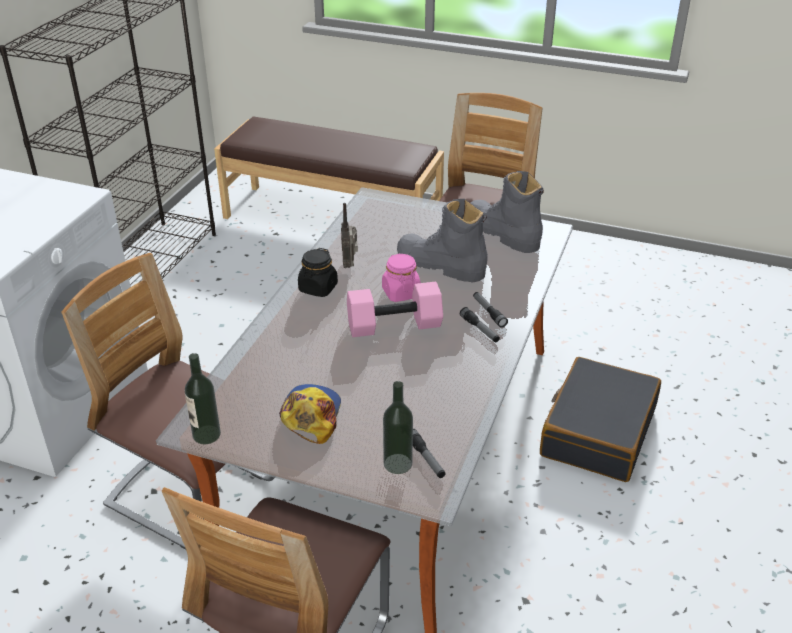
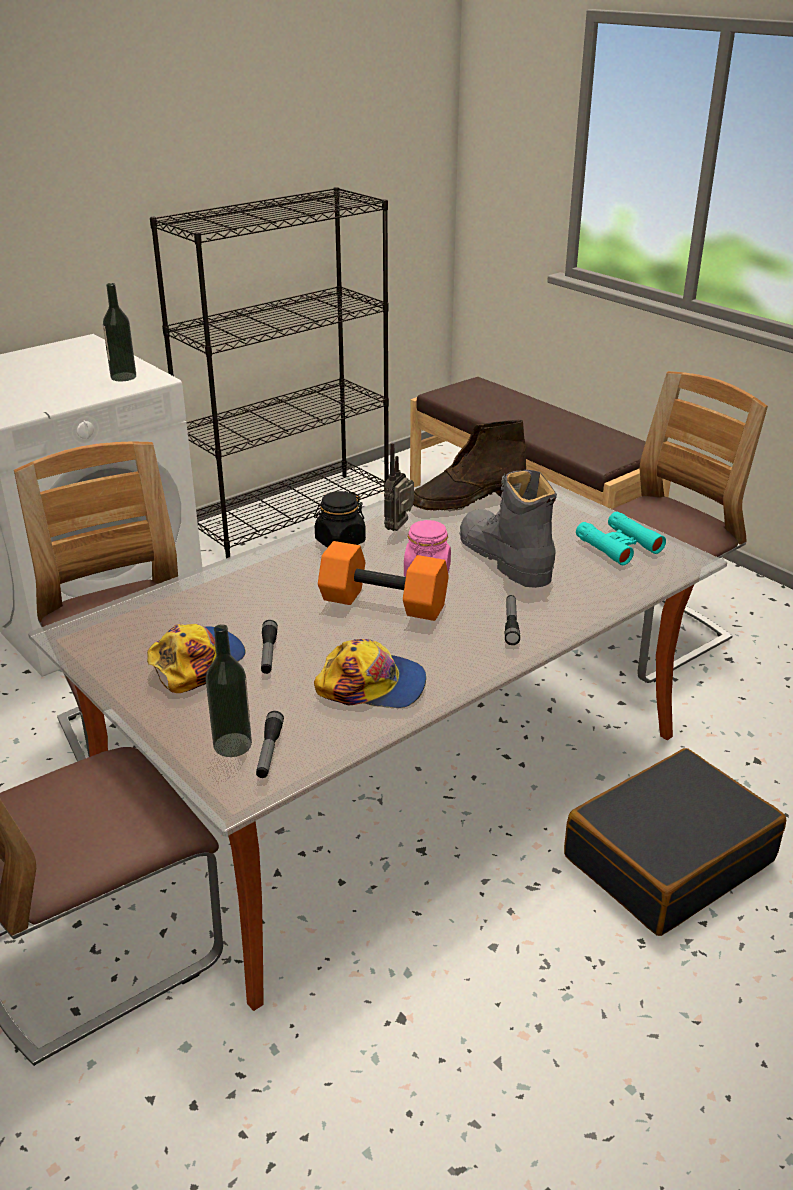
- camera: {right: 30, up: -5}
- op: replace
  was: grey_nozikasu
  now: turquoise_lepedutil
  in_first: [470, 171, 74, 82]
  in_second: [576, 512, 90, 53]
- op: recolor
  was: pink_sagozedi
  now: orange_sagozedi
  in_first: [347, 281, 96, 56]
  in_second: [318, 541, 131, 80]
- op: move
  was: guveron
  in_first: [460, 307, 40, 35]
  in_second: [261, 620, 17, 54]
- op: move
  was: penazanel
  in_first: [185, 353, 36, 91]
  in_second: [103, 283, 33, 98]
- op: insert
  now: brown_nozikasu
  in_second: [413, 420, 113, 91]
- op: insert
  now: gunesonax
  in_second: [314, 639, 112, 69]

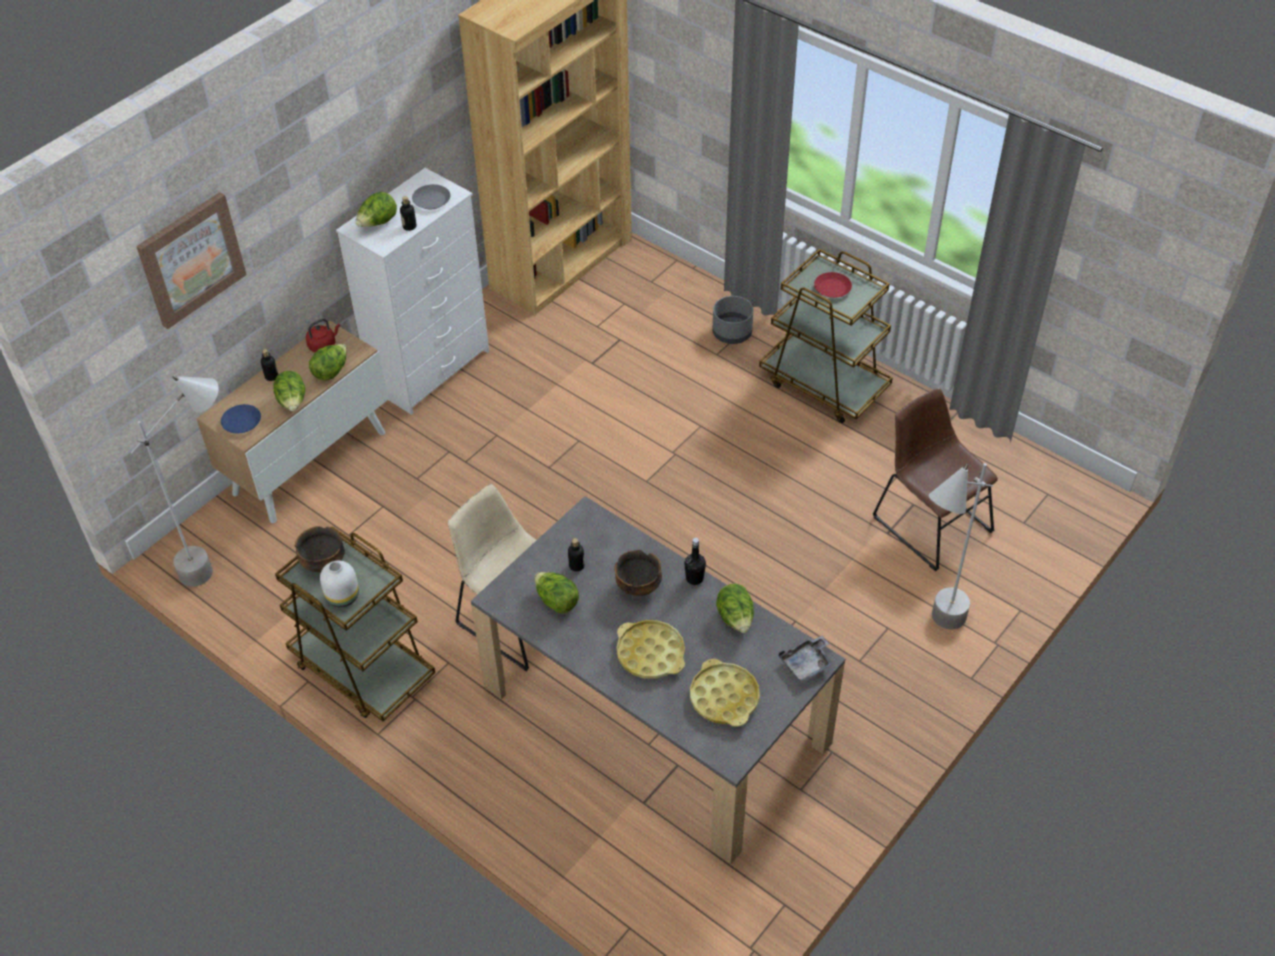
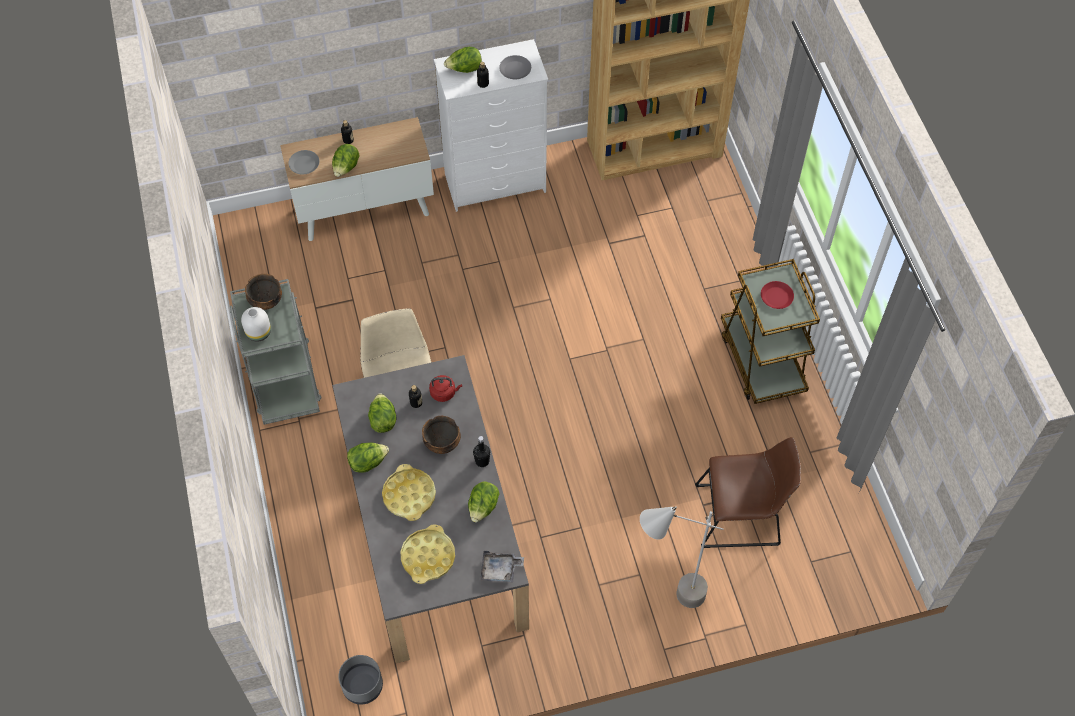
- camera: {right: 35, up: 10}
- op: delete
  was: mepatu
  in_first: [136, 192, 111, 137]
- op: move
  was: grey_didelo
  in_first: [712, 296, 41, 48]
  in_second: [338, 655, 45, 50]
- op: move
  was: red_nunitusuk
  in_first: [306, 319, 34, 33]
  in_second: [429, 375, 33, 27]
- op: move
  was: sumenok
  in_first: [309, 344, 38, 36]
  in_second: [347, 443, 42, 30]
- op: delete
  was: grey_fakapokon
  in_first: [131, 376, 88, 211]
- op: rotate
  was: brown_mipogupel
  in_first: [873, 388, 125, 183]
  in_second: [695, 437, 106, 111]
  clockwise: 90
- op: recolor
  was: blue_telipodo
  now: grey_telipodo
  in_first: [221, 404, 40, 29]
  in_second: [288, 150, 31, 24]
- op: recolor
  was: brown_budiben
  now: grey_budiben
  in_first: [275, 526, 160, 195]
  in_second: [230, 279, 91, 146]

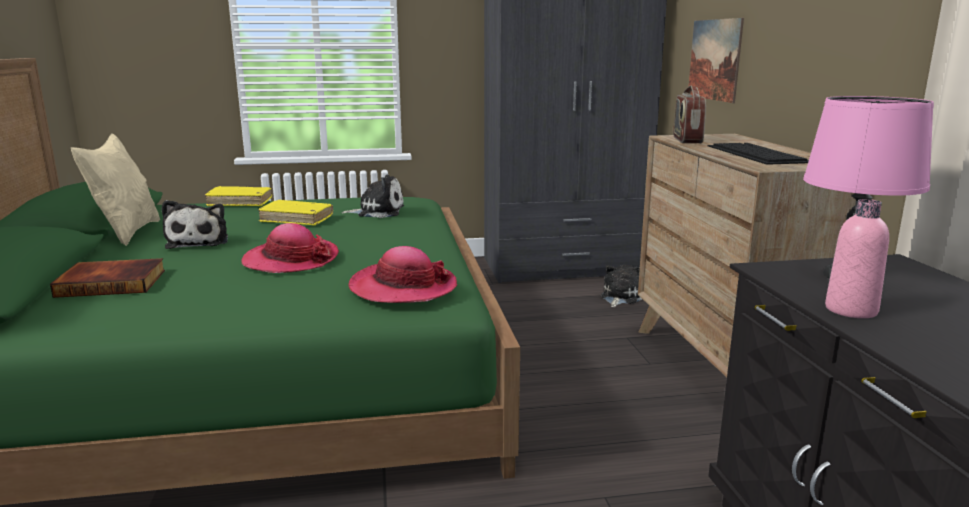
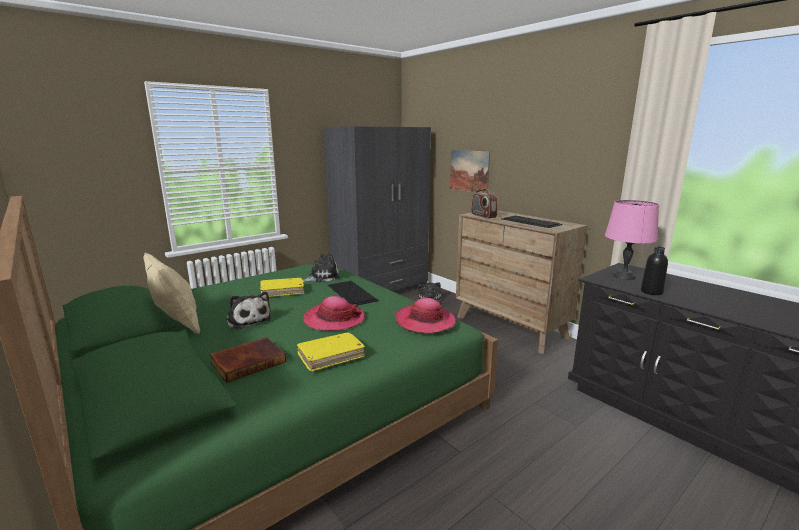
- camera: {right: -30, up: 0}
- op: move
  was: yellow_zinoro
  in_first: [205, 186, 67, 20]
  in_second: [297, 333, 68, 39]
- op: recolor
  was: pink_penazanel
  now: black_penazanel
  in_first: [825, 199, 64, 119]
  in_second: [641, 247, 27, 48]
- op: insert
  now: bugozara
  in_second: [328, 281, 51, 25]

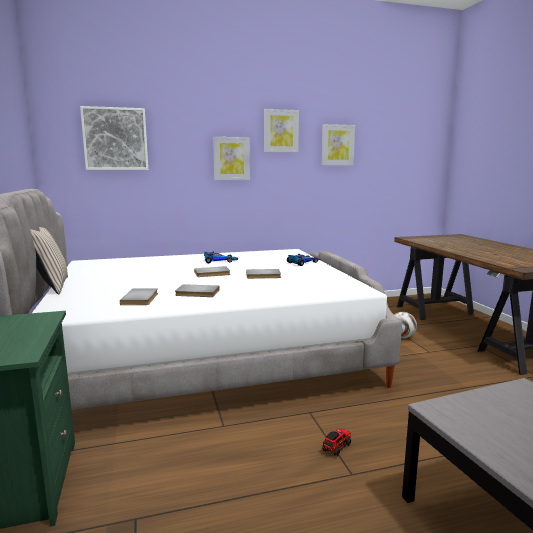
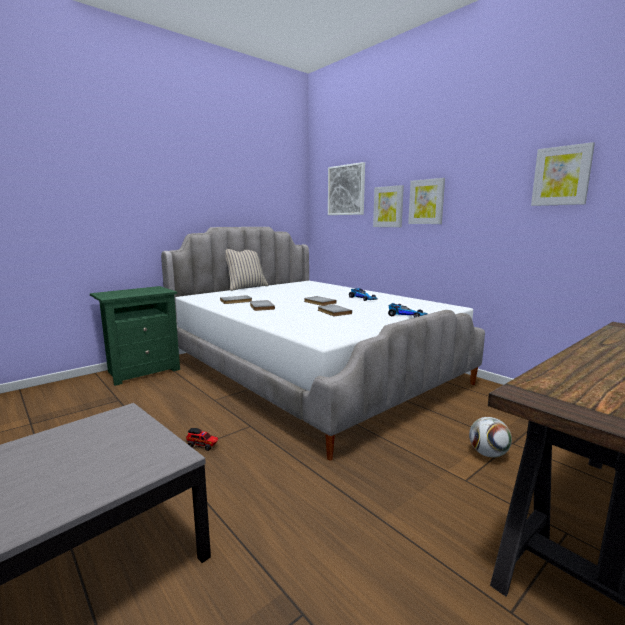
- camera: {right: 65, up: 0}
- op: move
  was: mepatu
  in_first: [264, 109, 35, 44]
  in_second: [373, 185, 31, 42]

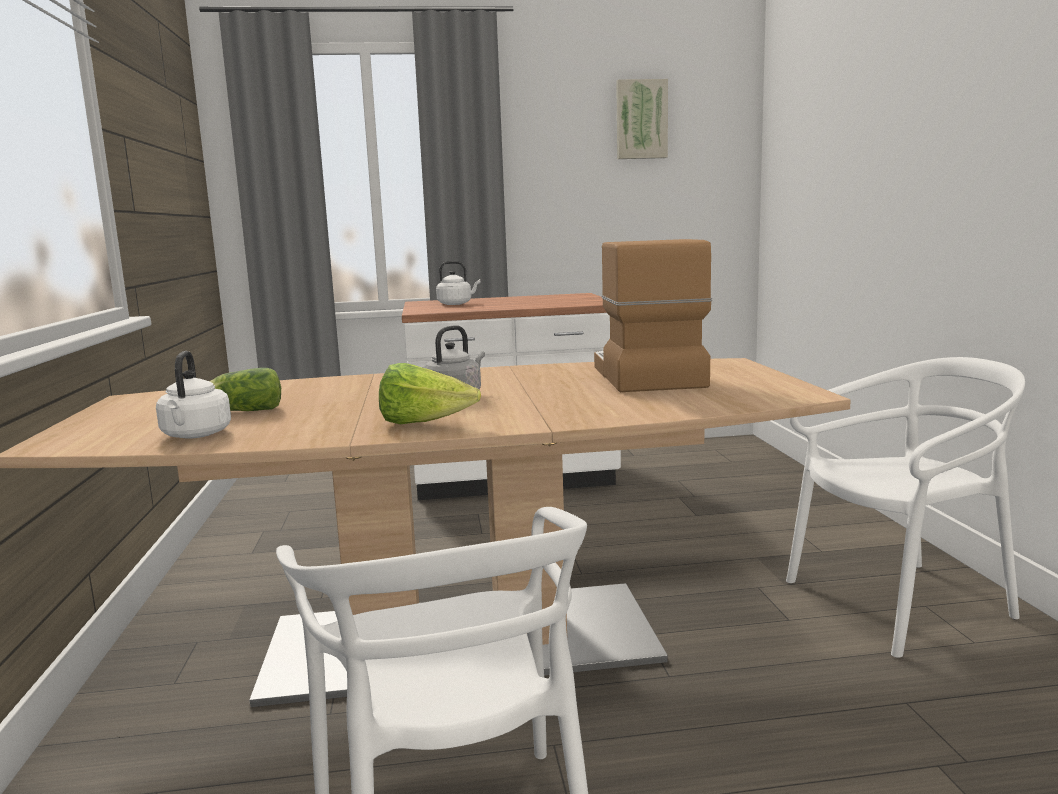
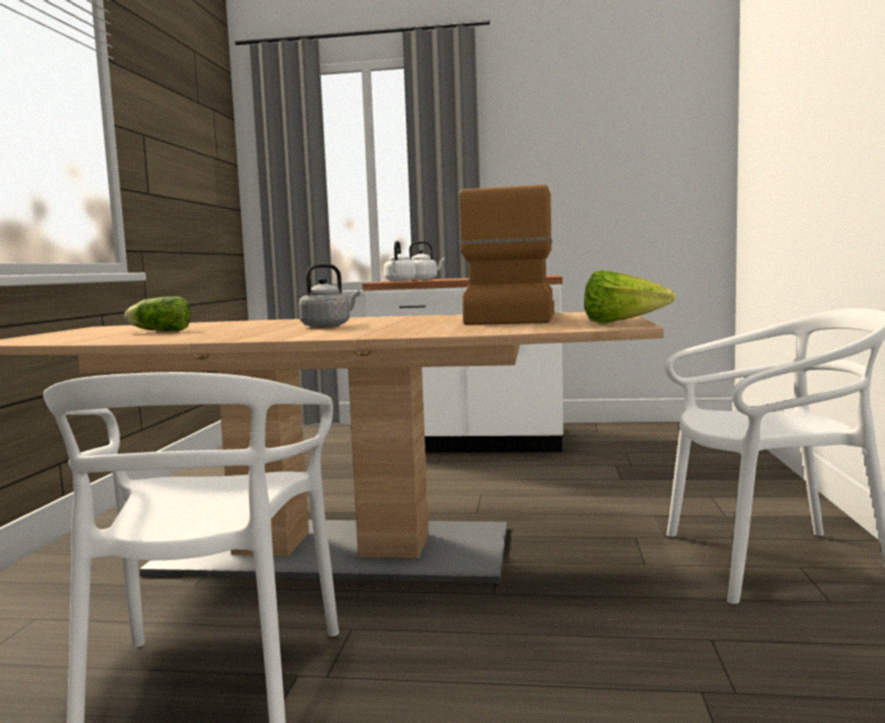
- camera: {right: 15, up: -5}
- op: delete
  was: mepatu
  in_first: [616, 79, 52, 80]
- op: move
  was: white_nunitusuk
  in_first: [156, 351, 75, 88]
  in_second: [384, 241, 32, 40]
- op: move
  was: sumenok
  in_first: [379, 363, 102, 61]
  in_second: [584, 270, 92, 54]

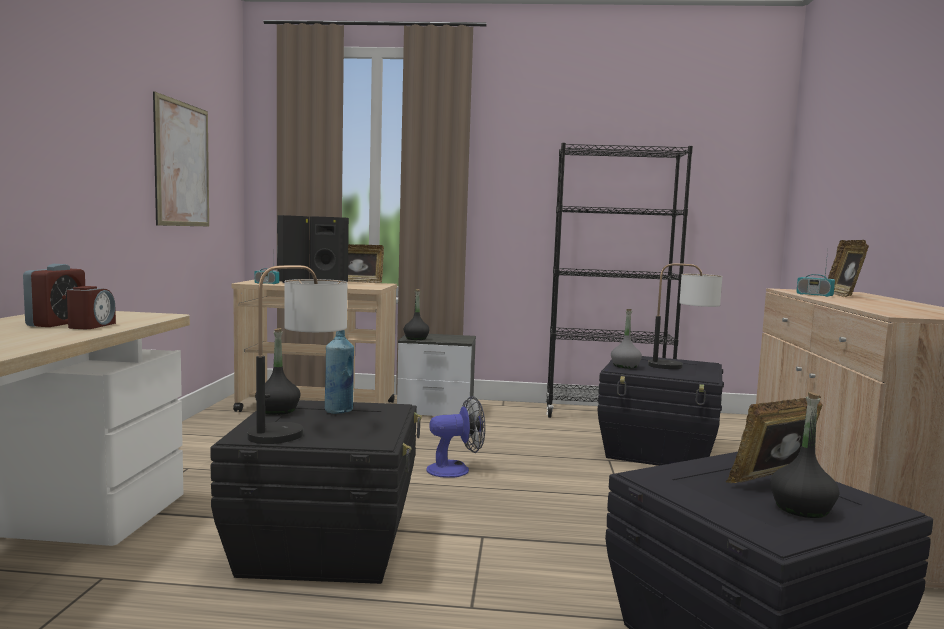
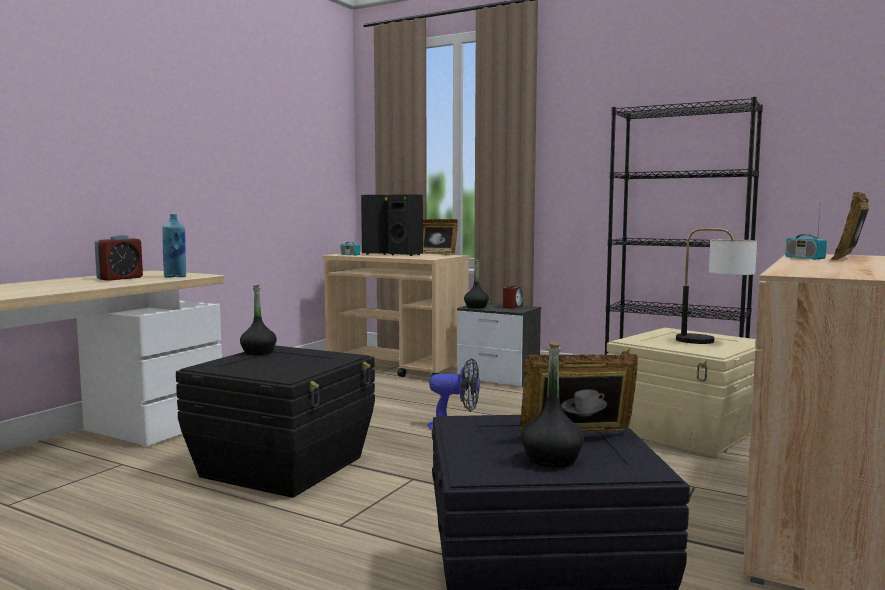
- camera: {right: 25, up: 0}
- op: delete
  was: mepatu
  in_first: [153, 91, 56, 135]
- op: delete
  was: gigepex
  in_first: [247, 265, 100, 179]
- op: move
  was: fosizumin
  in_first: [67, 286, 49, 43]
  in_second: [503, 286, 20, 23]
- op: delete
  was: grey_penazanel
  in_first: [611, 309, 31, 59]
- op: move
  was: blue_penazanel
  in_first: [325, 330, 29, 84]
  in_second: [162, 214, 24, 64]
- op: recolor
  was: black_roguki
  now: beige_roguki
  in_first: [597, 356, 127, 110]
  in_second: [607, 328, 149, 129]

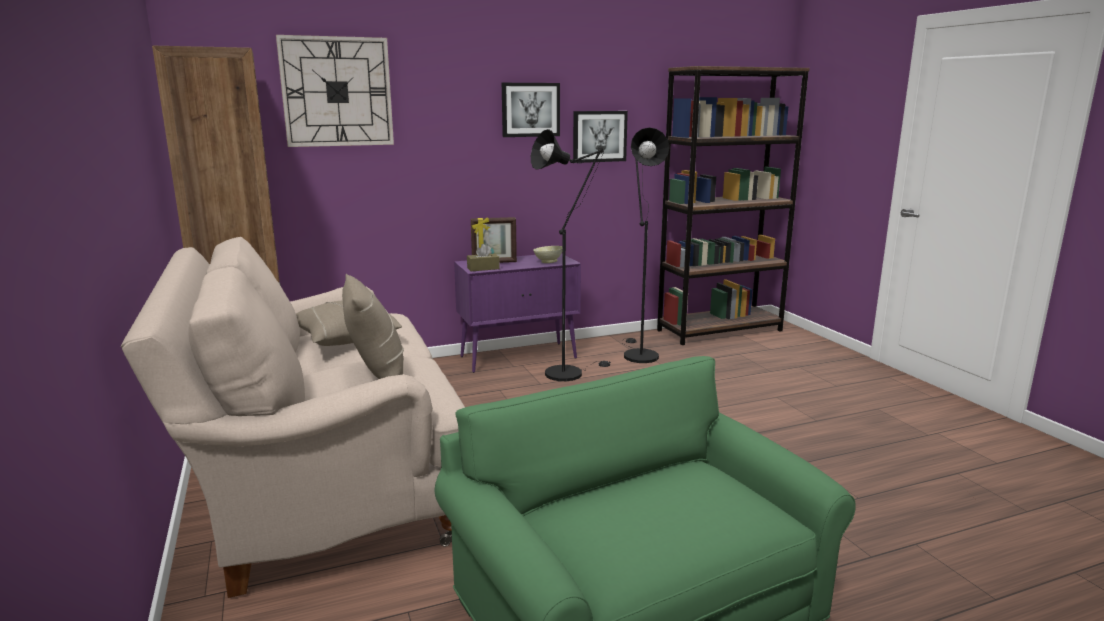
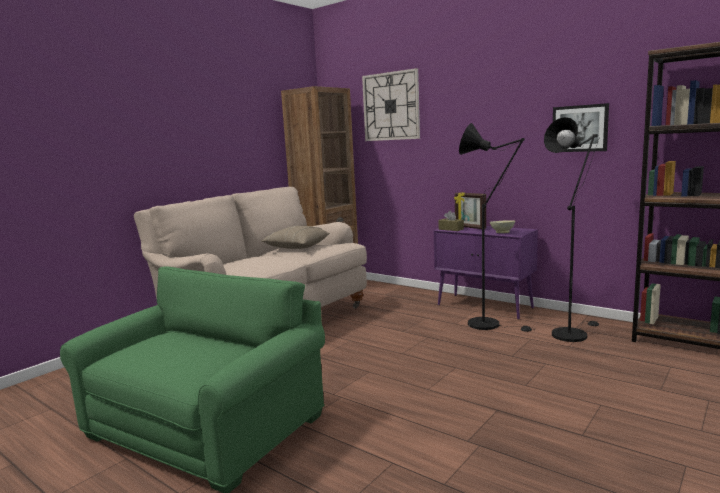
- camera: {right: 60, up: -5}
- op: delete
  was: mepatu
  in_first: [502, 83, 58, 54]
- op: delete
  was: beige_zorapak
  in_first: [342, 274, 62, 105]

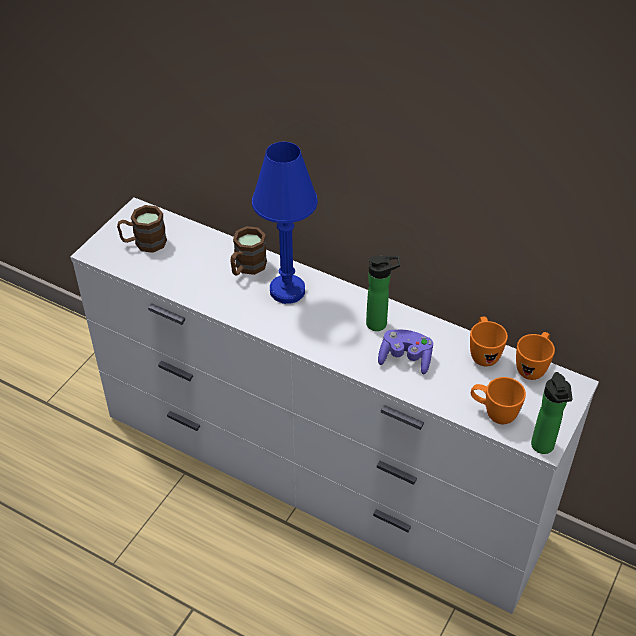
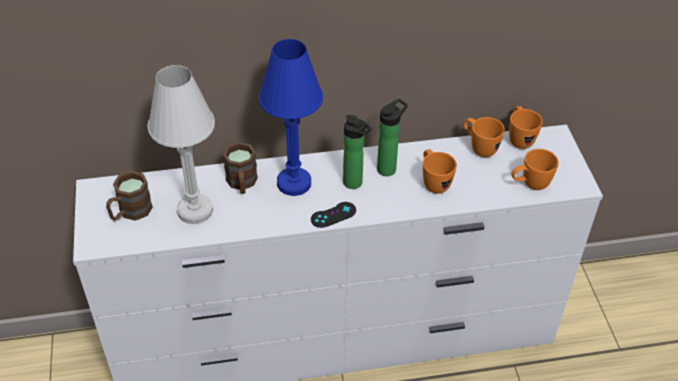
- camera: {right: -40, up: 0}
- op: replace
  was: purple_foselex
  now: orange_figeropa
  in_first: [378, 329, 55, 46]
  in_second: [423, 149, 34, 45]
- op: move
  was: penazanel
  in_first: [531, 372, 41, 82]
  in_second: [343, 115, 29, 74]
- op: insert
  now: white_gigepex
  in_second: [148, 65, 67, 159]
- op: insert
  now: black_foselex
  in_second: [311, 202, 45, 26]

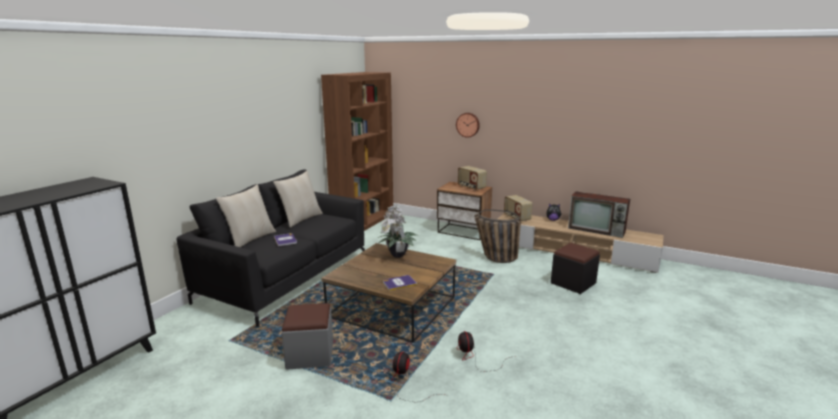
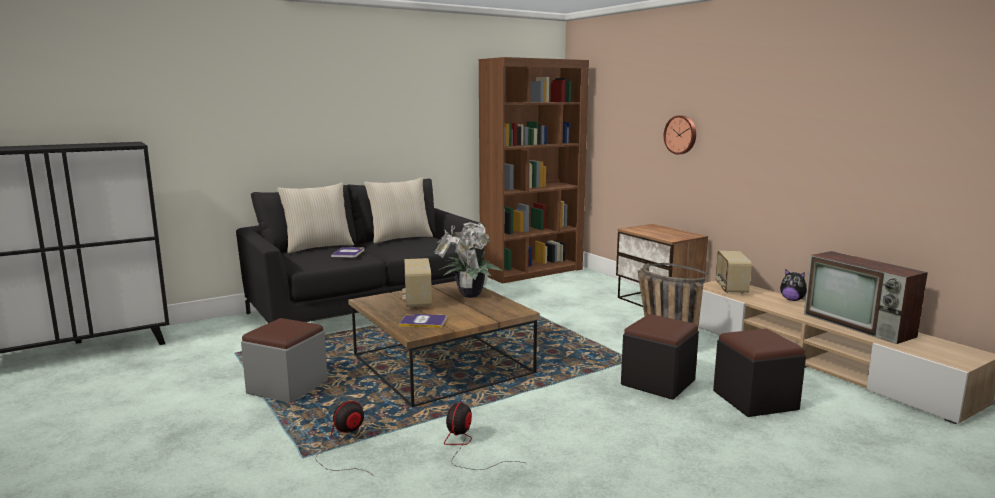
- camera: {right: 30, up: -5}
- op: move
  was: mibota
  in_first: [458, 166, 29, 24]
  in_second: [402, 258, 30, 50]
- op: insert
  now: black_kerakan
  in_second: [621, 314, 78, 86]

